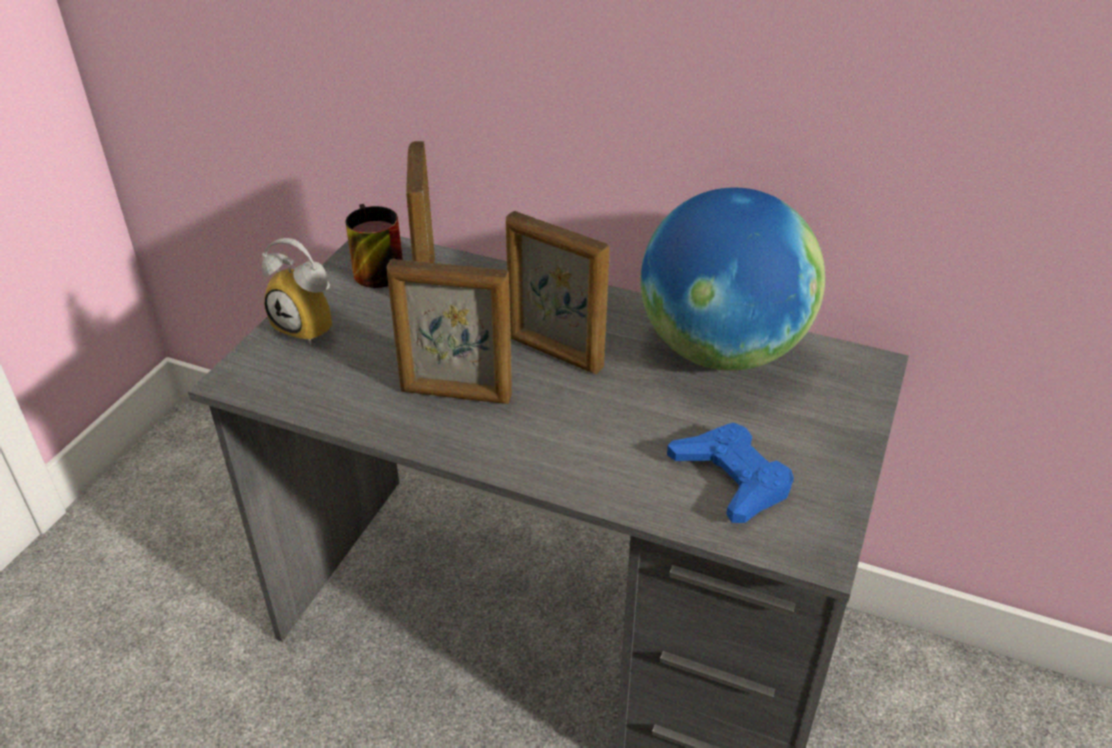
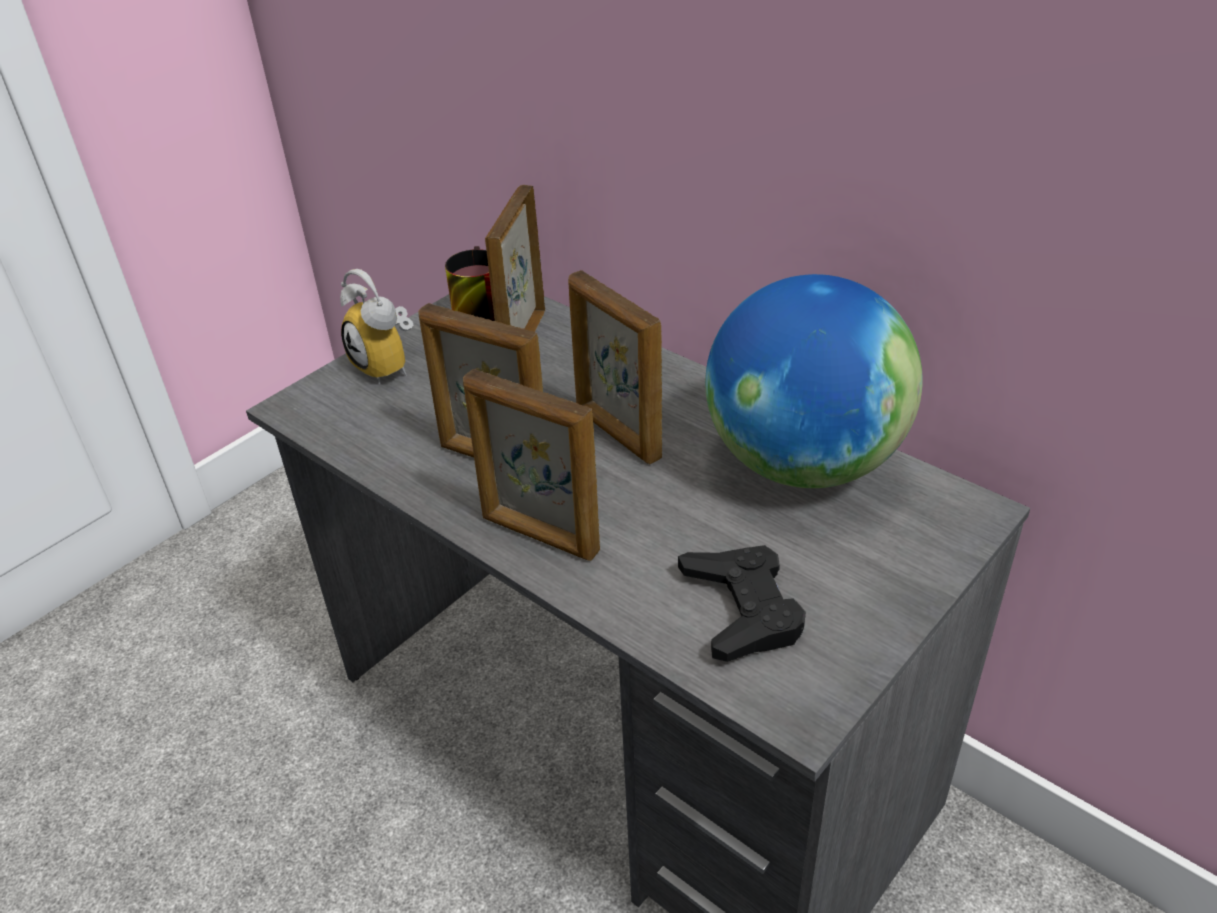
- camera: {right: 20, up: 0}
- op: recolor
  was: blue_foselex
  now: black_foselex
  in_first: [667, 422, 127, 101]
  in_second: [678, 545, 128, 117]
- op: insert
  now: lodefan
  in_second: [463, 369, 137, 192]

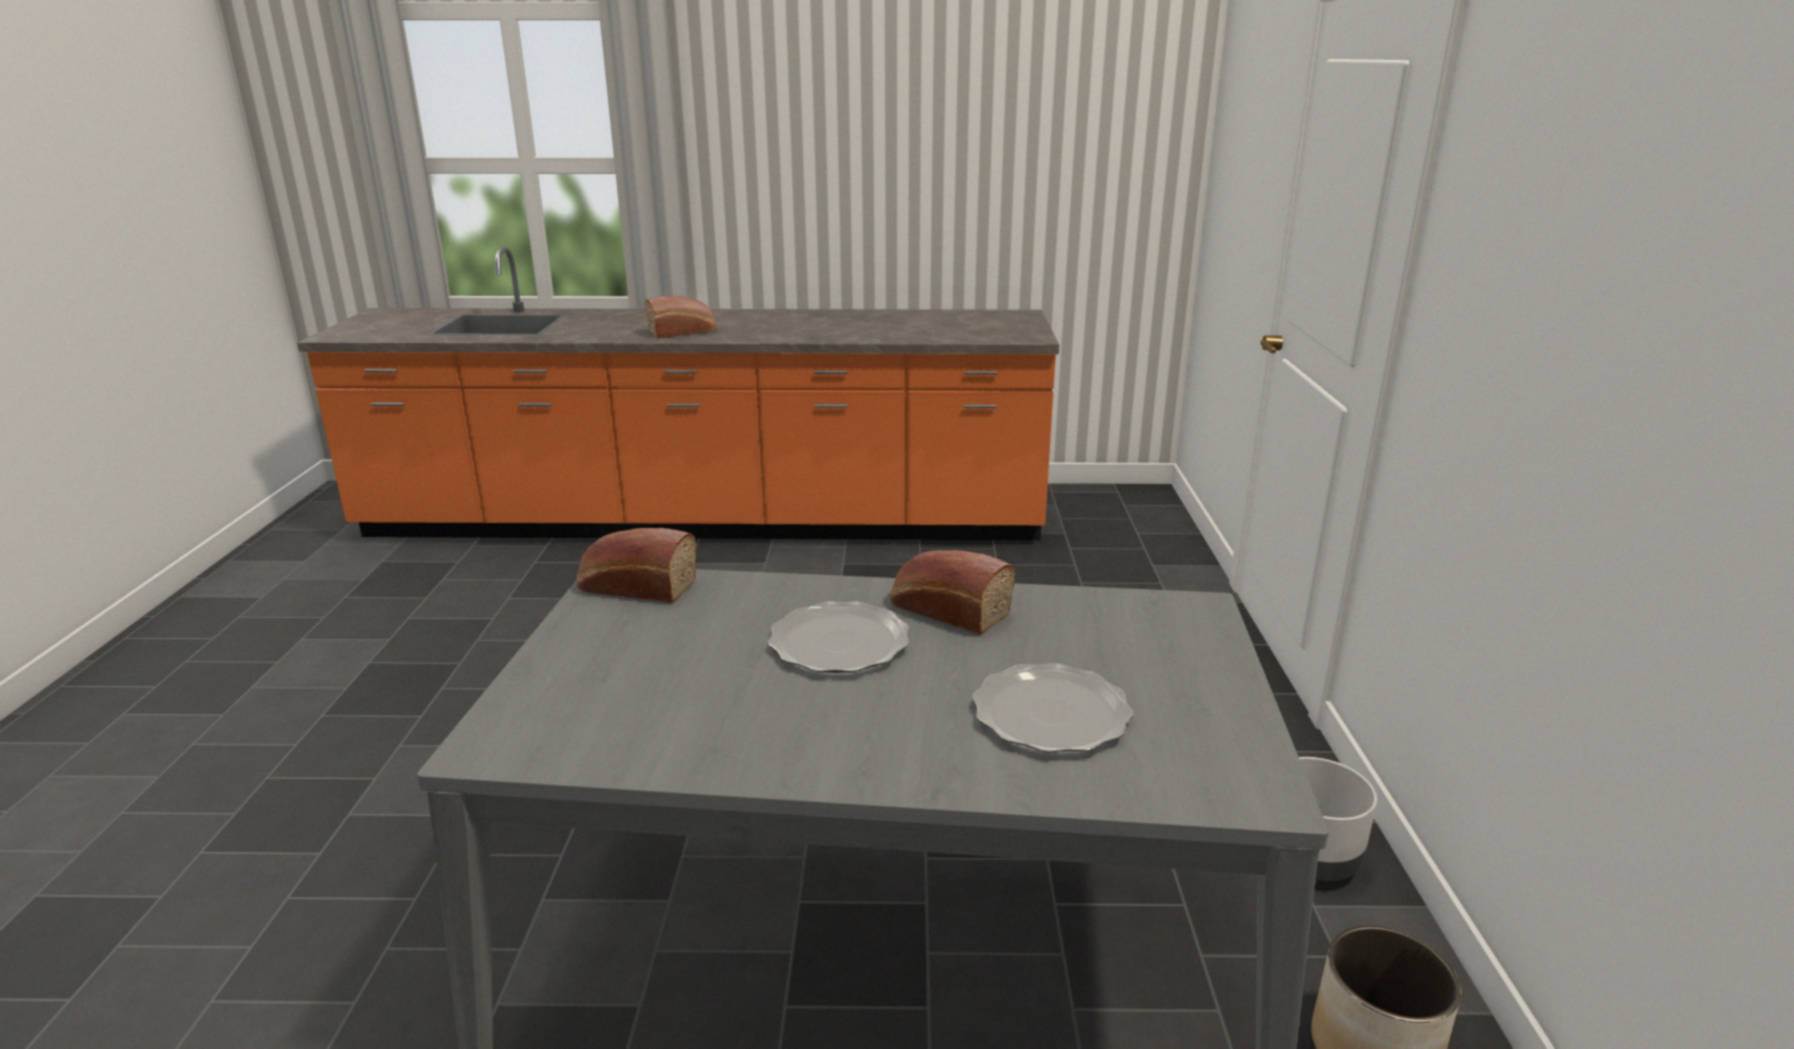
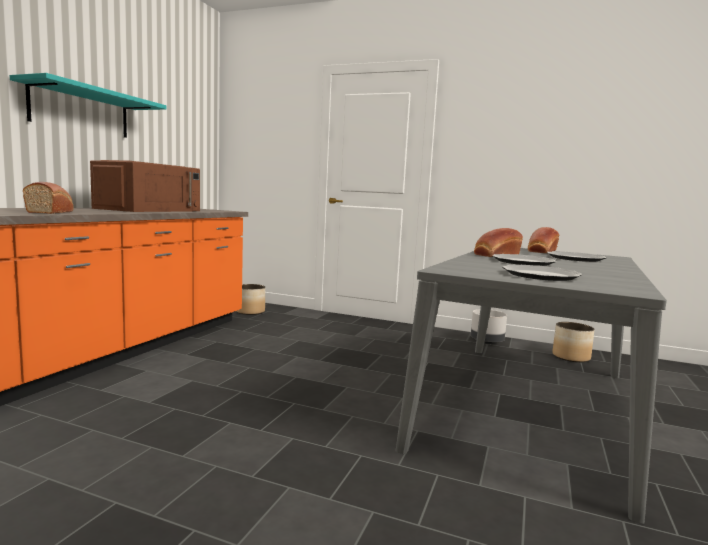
- camera: {right: -70, up: -15}
- op: move
  was: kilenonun
  in_first: [577, 528, 119, 75]
  in_second: [528, 227, 31, 26]
- op: insert
  now: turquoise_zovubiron
  in_second: [10, 73, 156, 65]
- op: insert
  now: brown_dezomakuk
  in_second: [90, 160, 110, 52]
- op: insert
  now: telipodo
  in_second: [502, 265, 81, 16]
- op: insert
  now: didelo
  in_second: [237, 284, 28, 31]

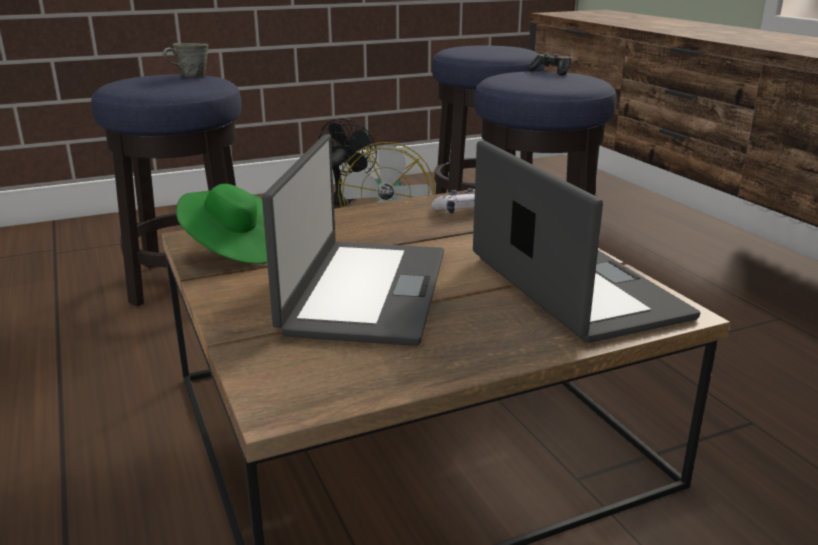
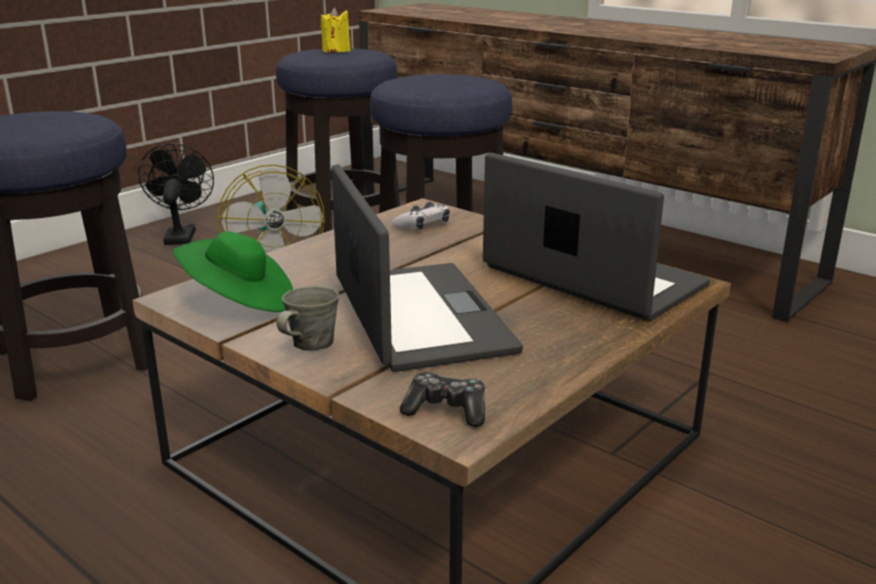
- camera: {right: -25, up: 0}
- op: move
  was: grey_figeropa
  in_first: [163, 43, 46, 34]
  in_second: [277, 286, 62, 64]
- op: move
  was: foselex
  in_first: [527, 53, 44, 22]
  in_second: [400, 372, 85, 55]
- op: insert
  now: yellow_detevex
  in_second: [321, 8, 29, 45]

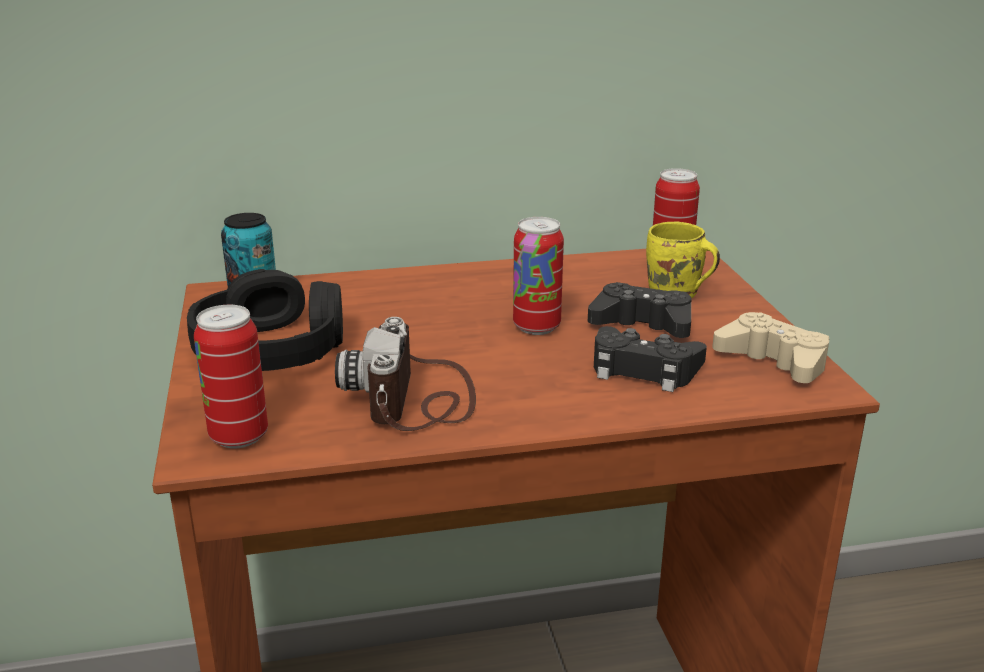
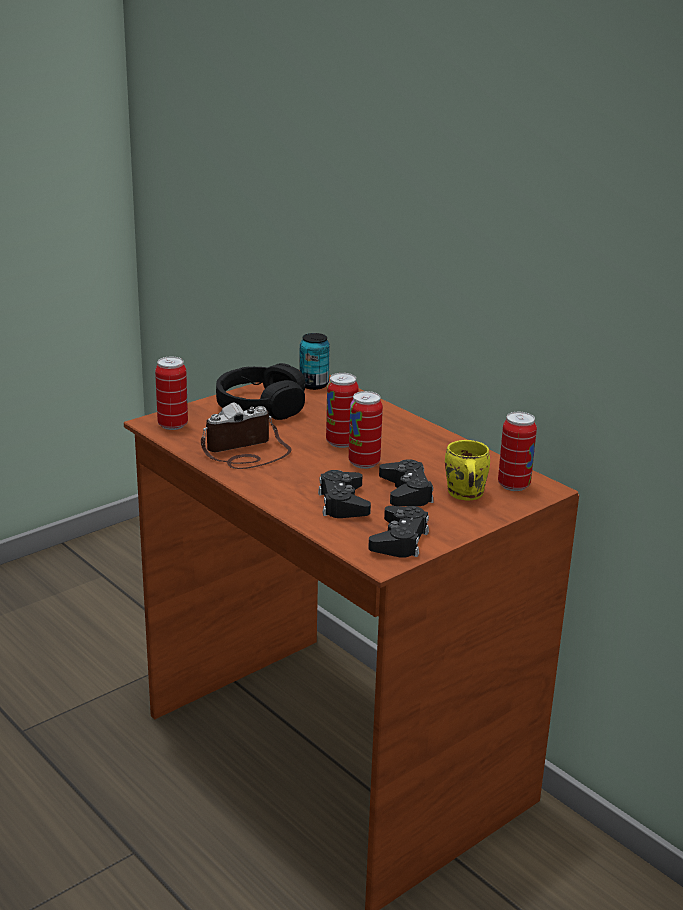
- camera: {right: 60, up: 0}
- op: recolor
  was: beige_foselex
  now: black_foselex
  in_first: [712, 312, 117, 71]
  in_second: [368, 506, 61, 52]
- op: insert
  now: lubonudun
  in_second: [326, 373, 33, 75]

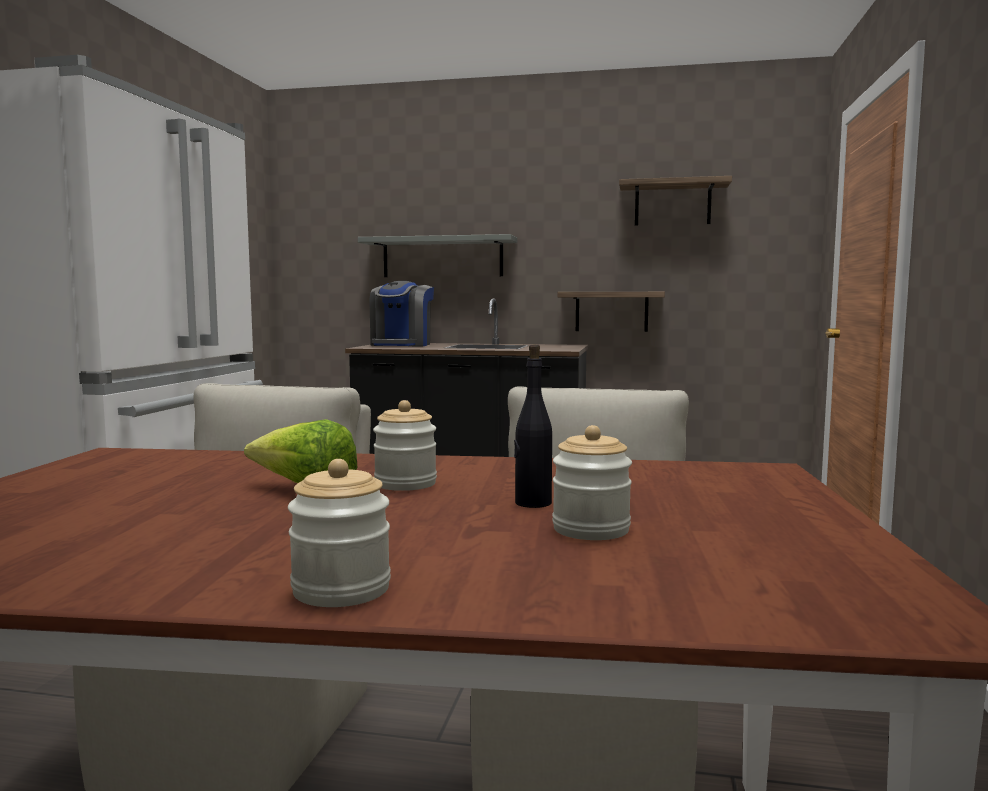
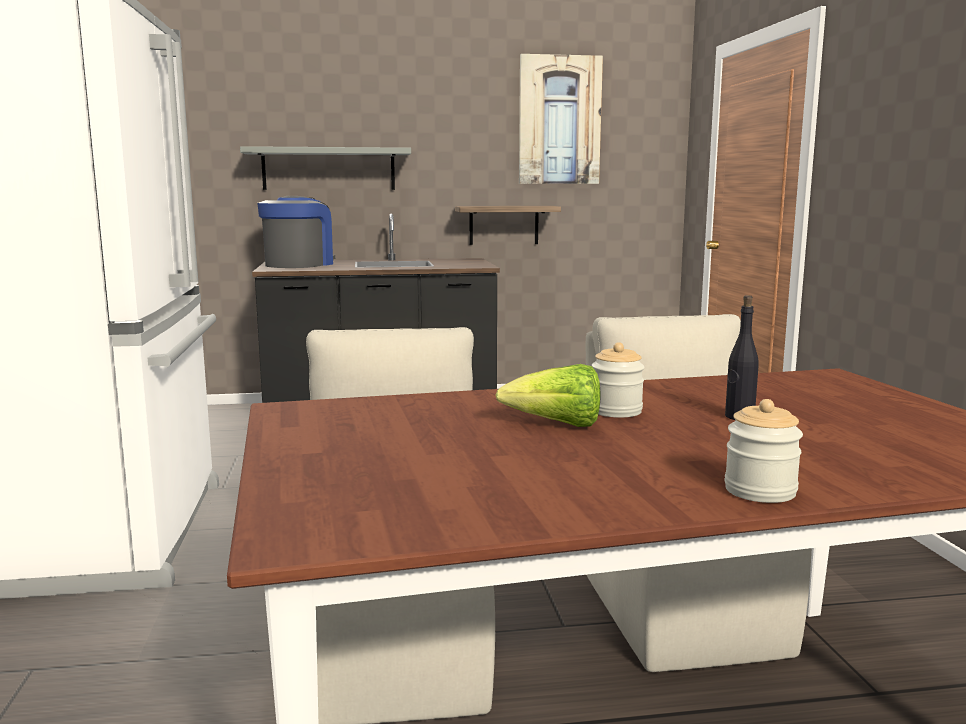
- camera: {right: -20, up: 5}
- op: replace
  was: zovubiron
  now: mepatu
  in_first: [619, 176, 113, 50]
  in_second: [519, 54, 84, 130]
- op: rotate
  was: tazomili
  in_first: [369, 281, 65, 66]
  in_second: [257, 196, 78, 72]
  clockwise: -150
- op: delete
  was: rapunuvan
  in_first: [552, 425, 80, 115]

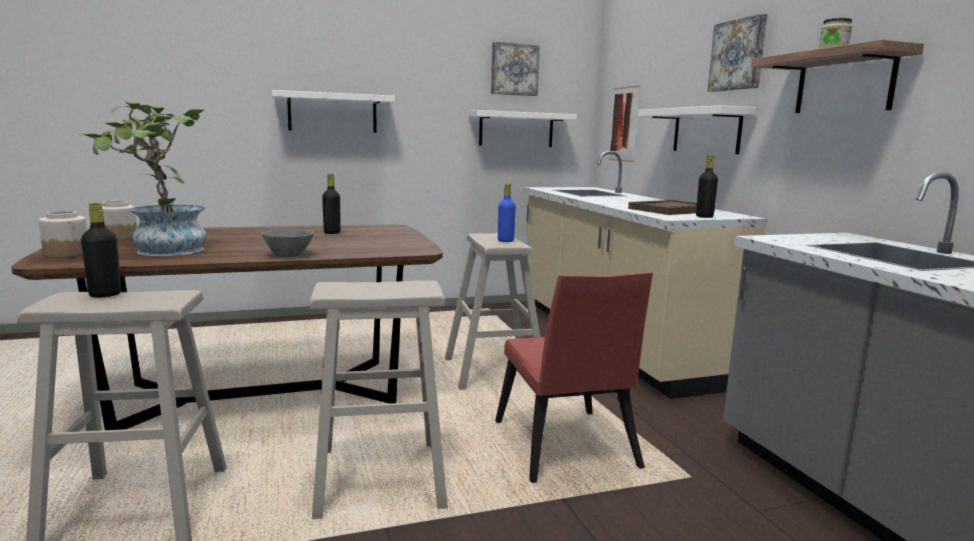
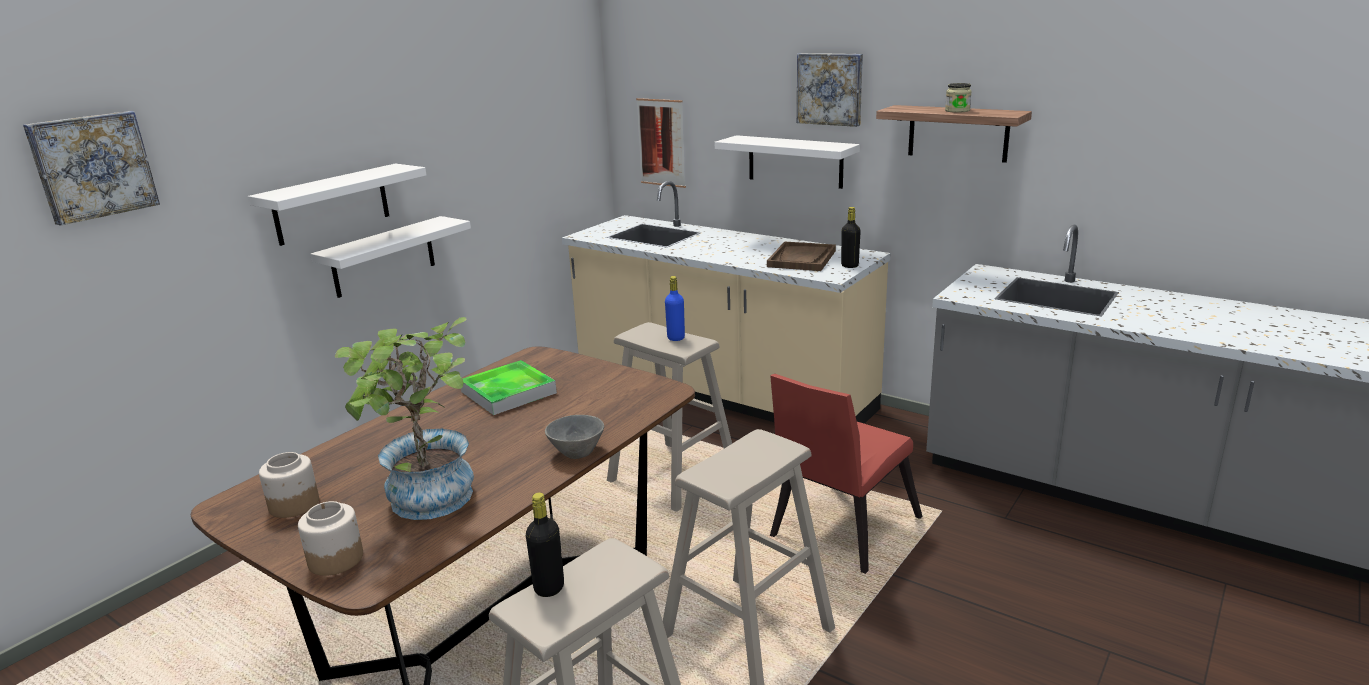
- camera: {right: -35, up: 10}
- op: move
  was: mepatu
  in_first: [491, 42, 49, 54]
  in_second: [23, 111, 137, 115]
- op: move
  was: white_zovubiron
  in_first: [468, 110, 109, 37]
  in_second: [310, 216, 161, 82]
- op: replace
  was: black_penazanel
  now: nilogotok
  in_first: [322, 174, 19, 60]
  in_second: [461, 360, 96, 55]
- op: rotate
  was: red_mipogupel
  in_first: [495, 272, 158, 211]
  in_second: [770, 374, 152, 200]
  clockwise: 90

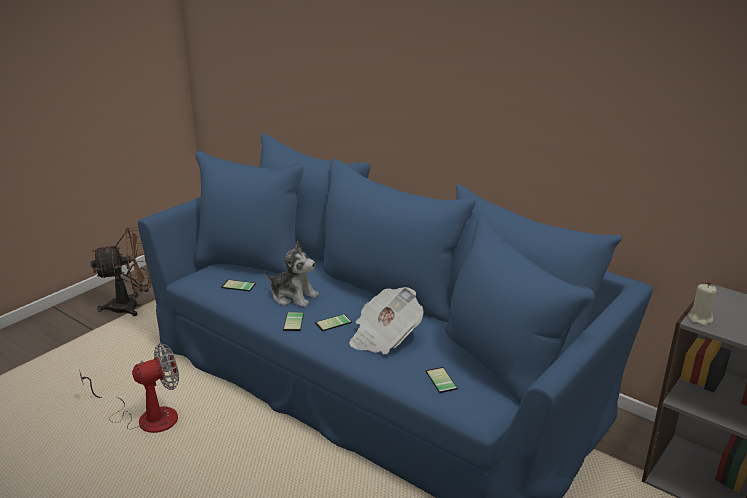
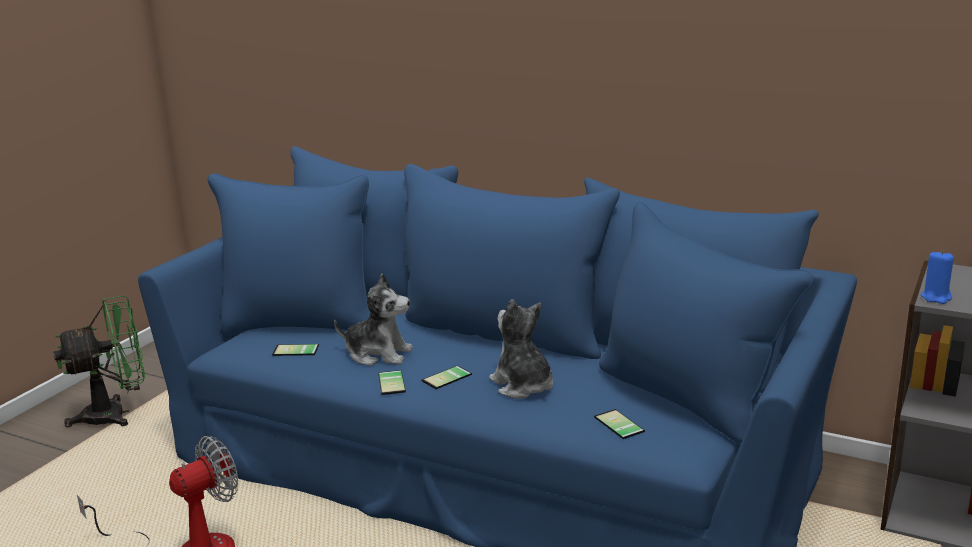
- camera: {right: -10, up: -5}
- op: recolor
  was: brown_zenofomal
  now: green_zenofomal
  in_first: [90, 227, 61, 89]
  in_second: [53, 295, 92, 132]
- op: recolor
  was: beige_detevex
  now: blue_detevex
  in_first: [688, 284, 29, 42]
  in_second: [921, 250, 33, 54]
- op: replace
  was: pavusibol
  now: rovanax
  in_first: [349, 287, 75, 67]
  in_second: [489, 299, 64, 100]

